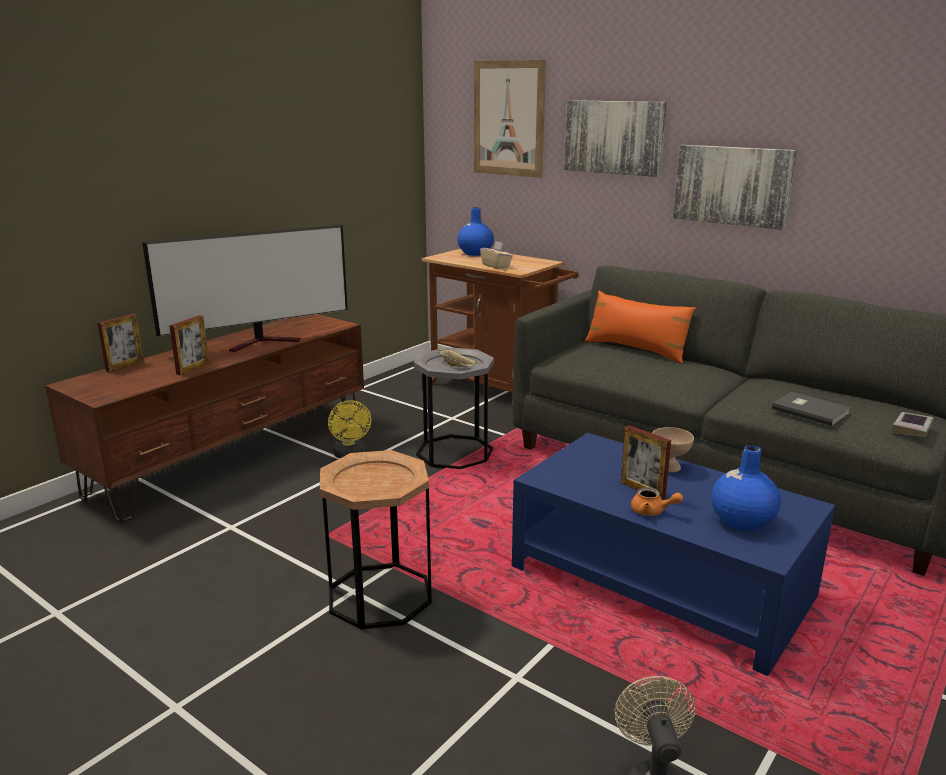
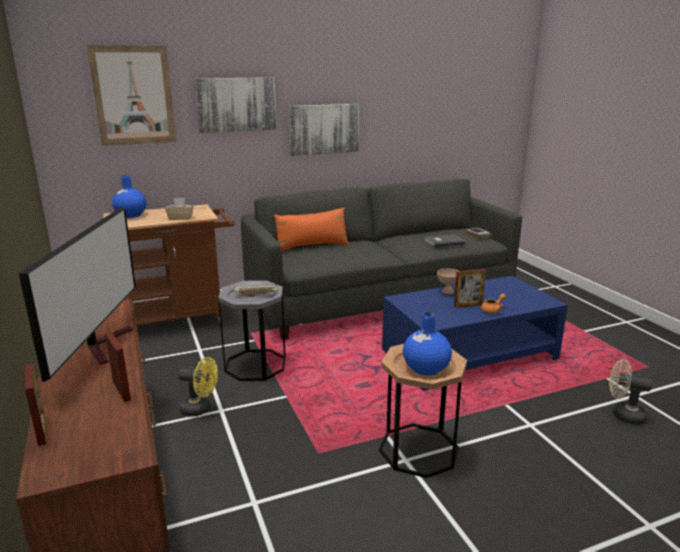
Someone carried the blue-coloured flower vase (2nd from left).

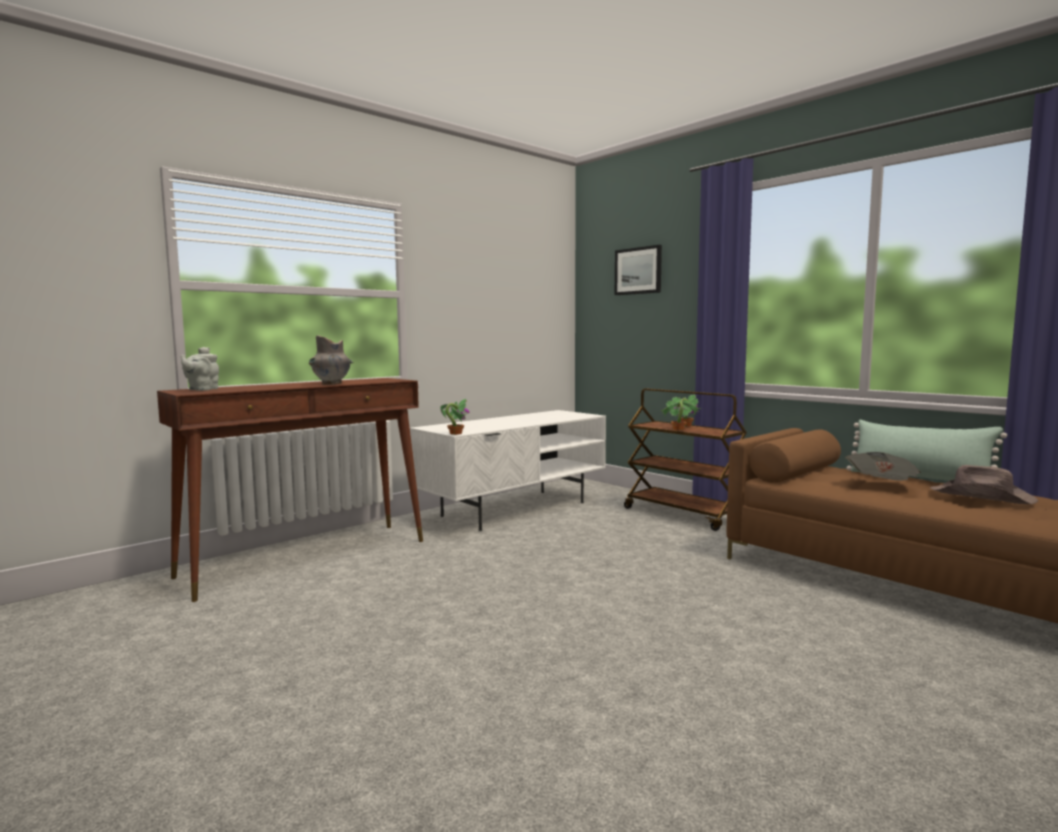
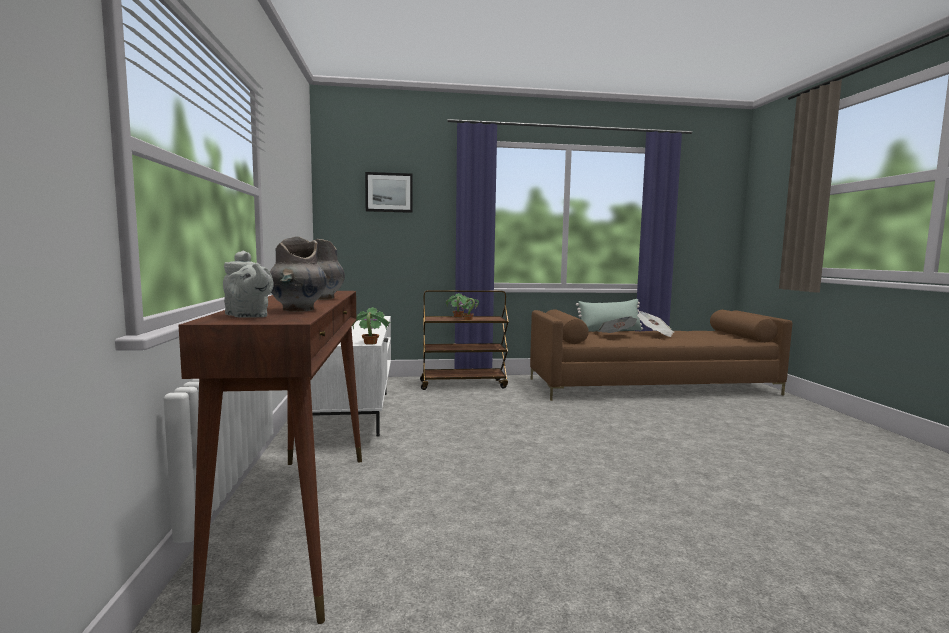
Someone swapped the brownish wearable hat for the daily paper (2nd from left). Someone put down the greyish flower vase (1st from left).

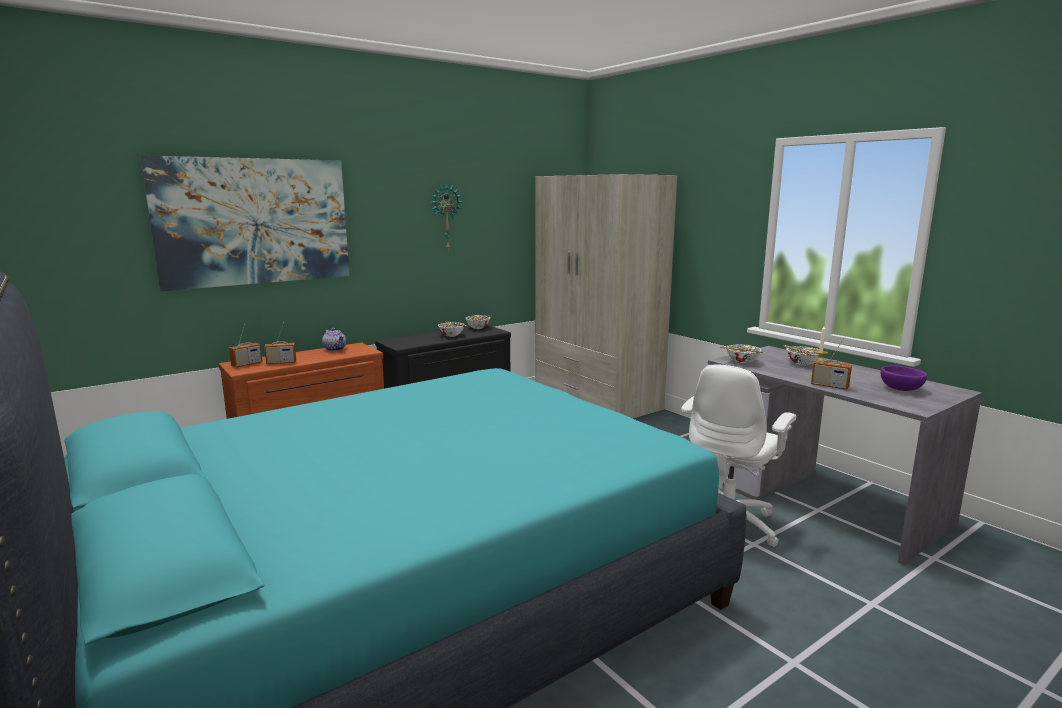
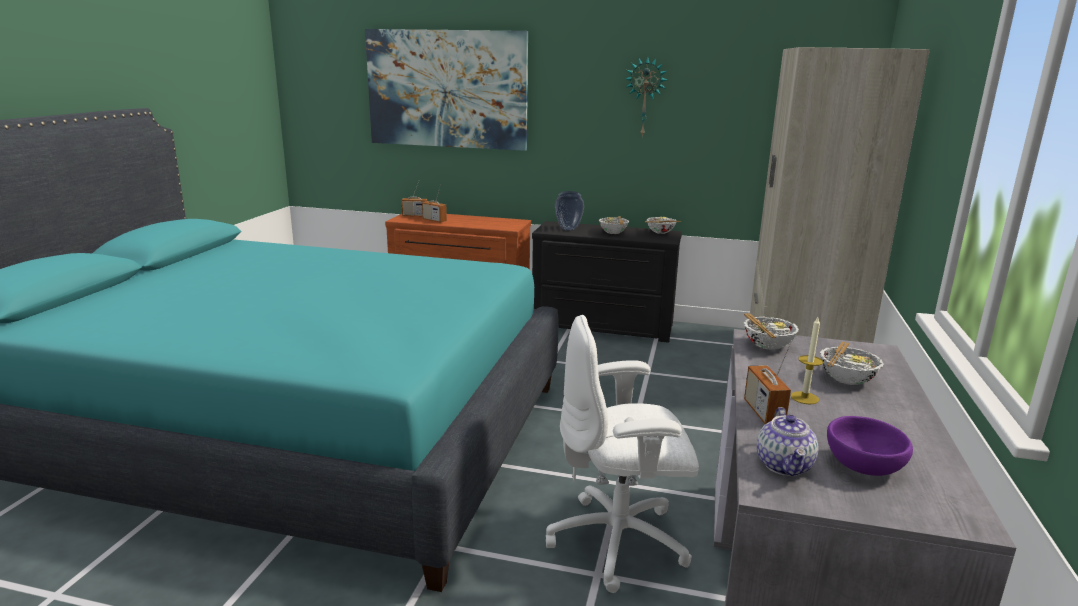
Someone carried the tea pot. Someone put down the flower vase.

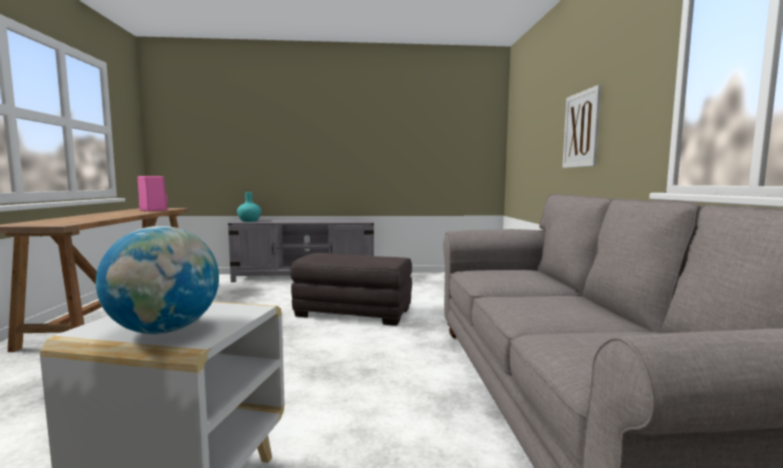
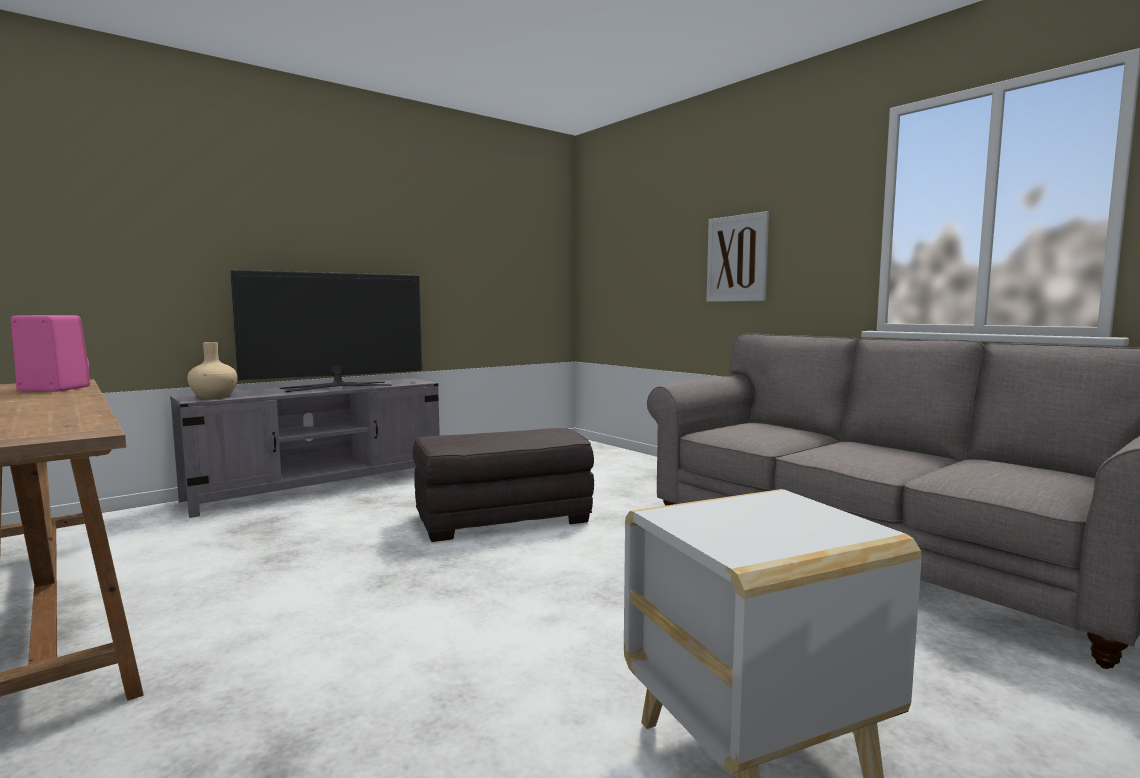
Someone repainted the turquoise-coloured flower vase, which became the beige flower vase. Someone took away the world globe. Someone put down the television.

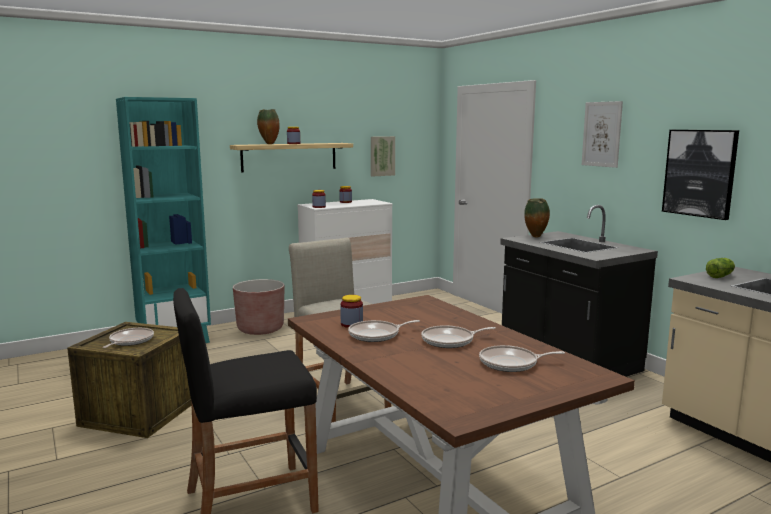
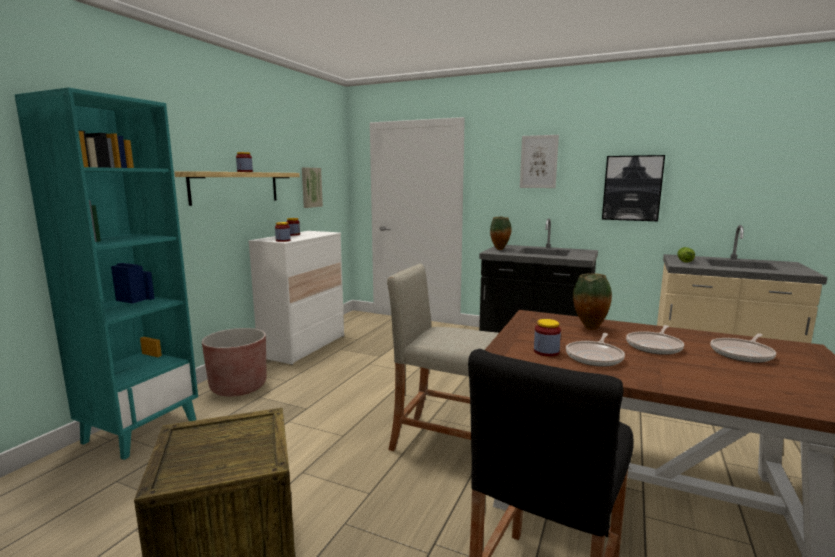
Someone carried the flower vase (1st from left in the first image). Someone took away the skillet (1st from left).

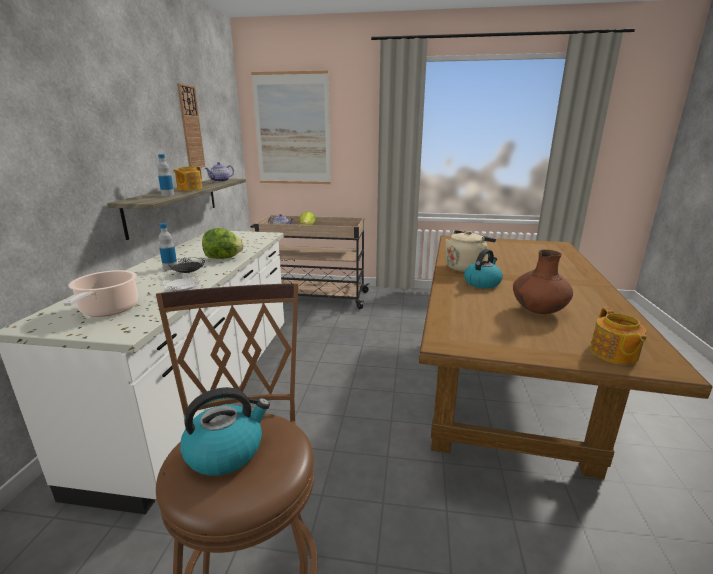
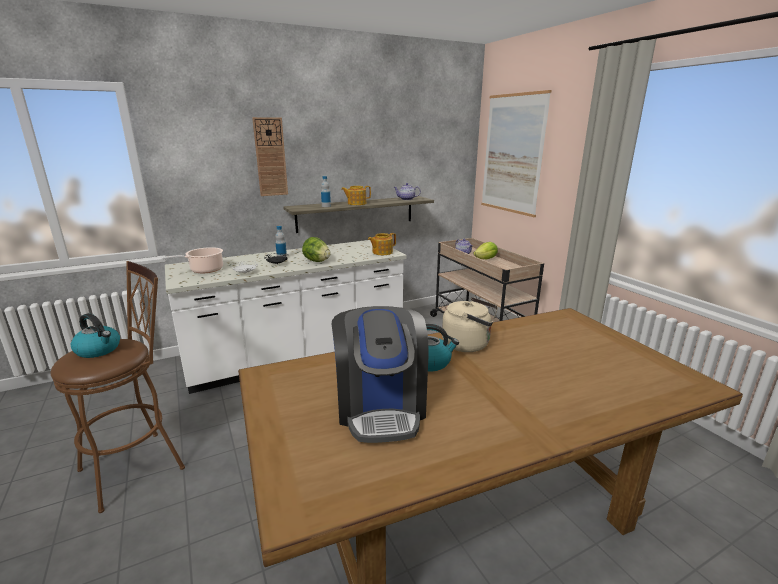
Someone carried the hanging clock. Someone swapped the brownish flower vase for the coffee brewer. Someone carried the tea pot (4th from left in the first image).

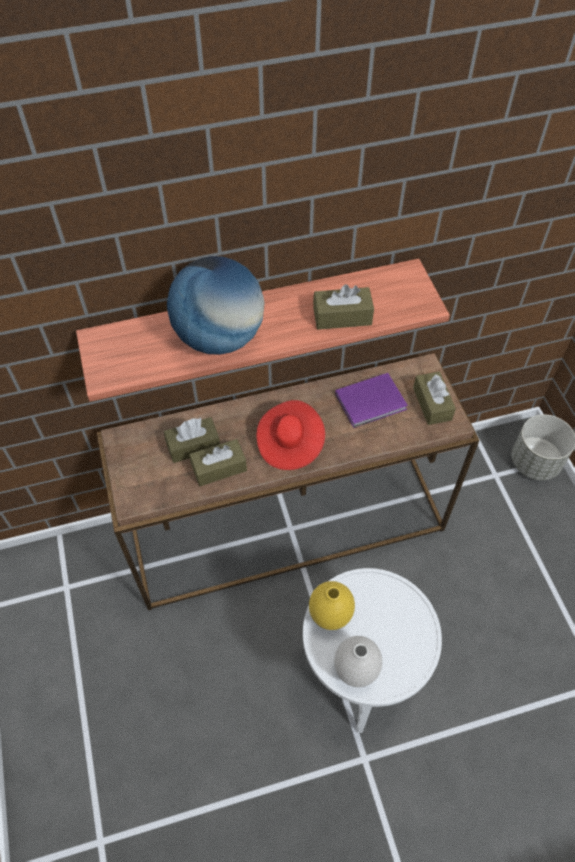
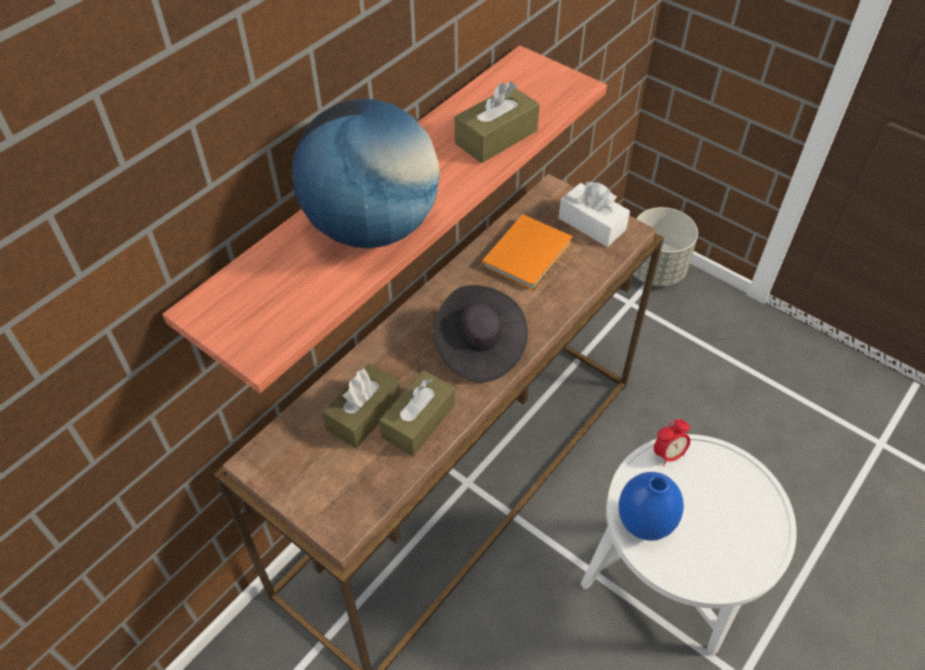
Someone repainted the brownish tissue holder (4th from left), which became the white-coloured tissue holder. Someone repainted the purple-coloured volume, which became the orangey volume. Someone repainted the red-coloured wearable hat, which became the black-coloured wearable hat. Someone repainted the yellow-coloured flower vase, which became the blue-coloured flower vase. Someone took away the white-coloured flower vase. Someone put down the table clock.

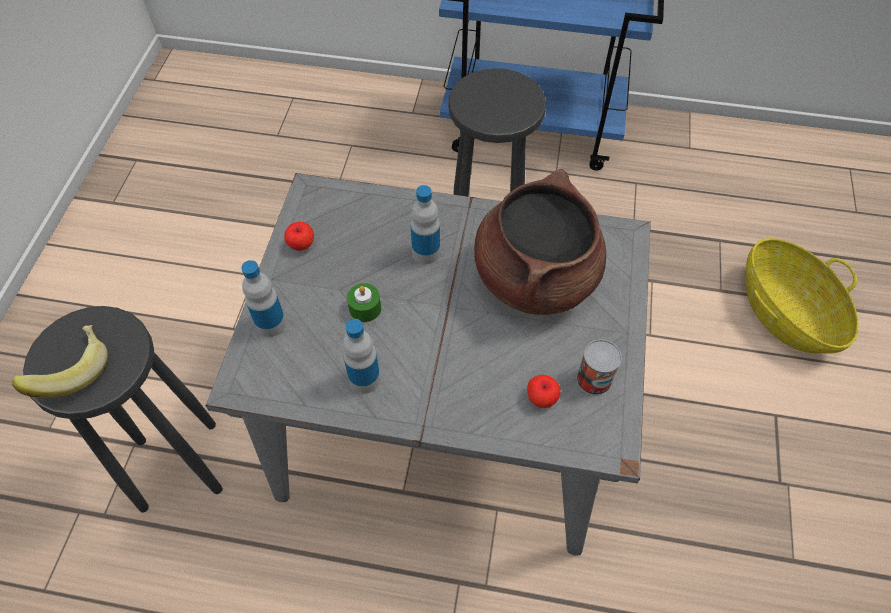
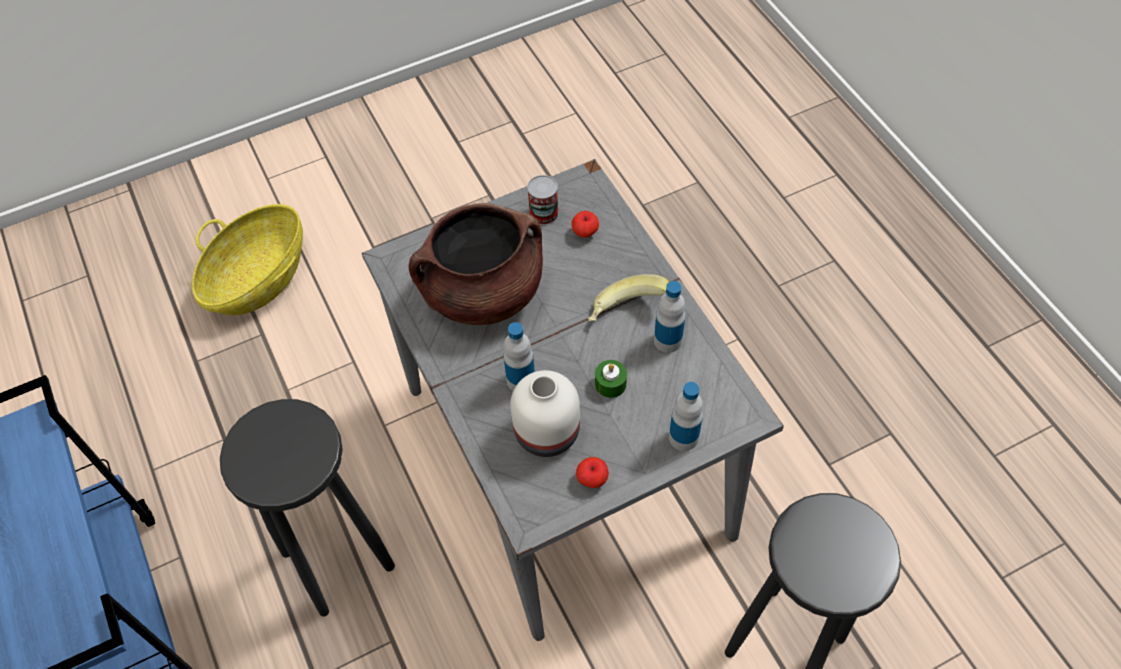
Someone carried the banana fruit. Someone put down the white-coloured flower vase.

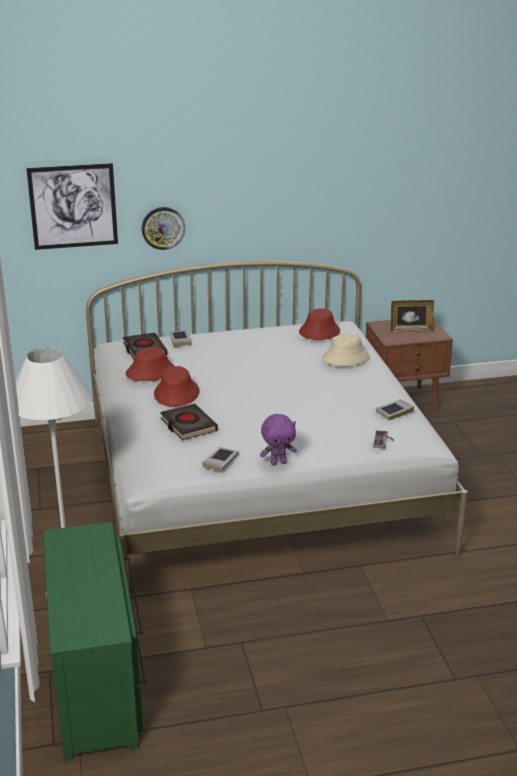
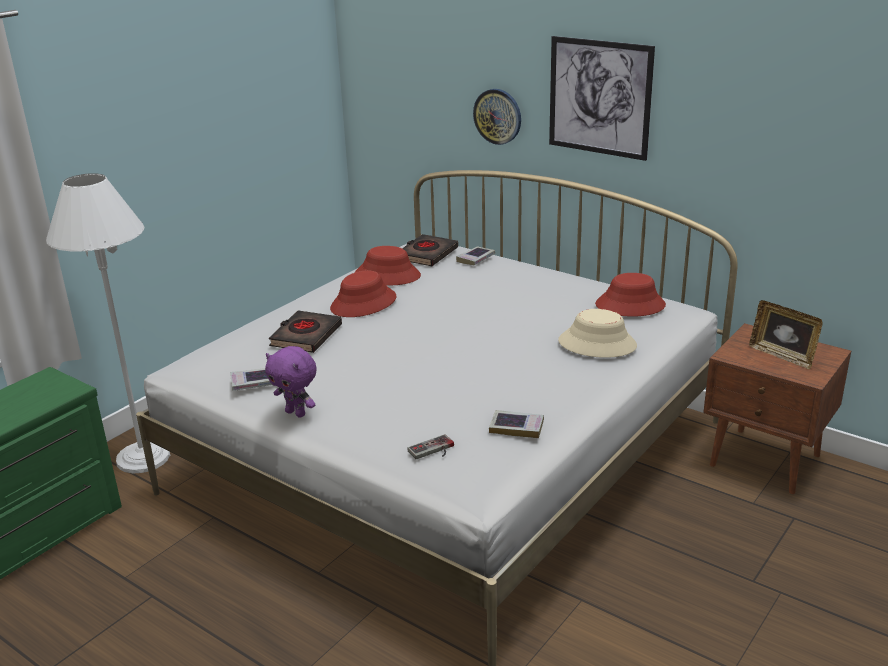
Someone carried the wall picture.

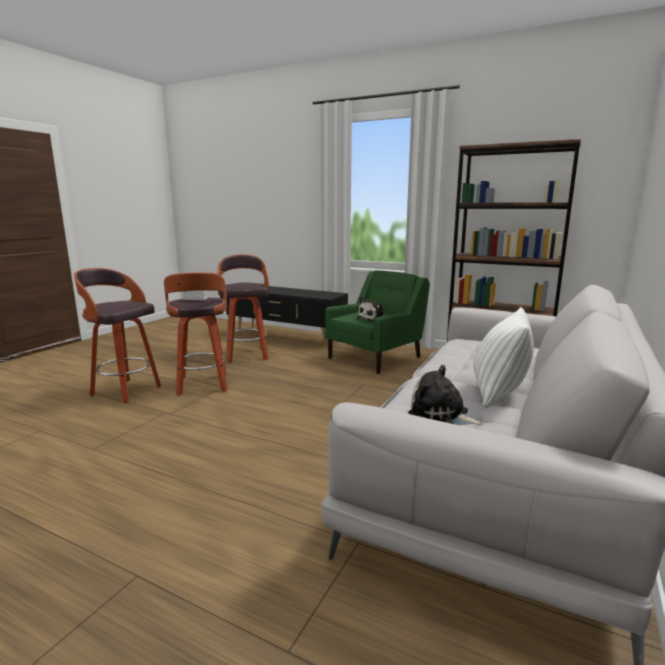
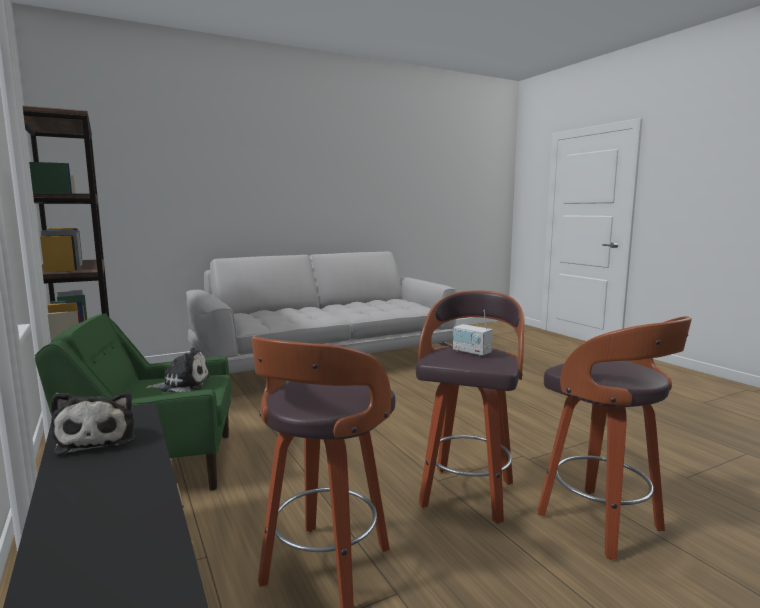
Someone took away the white-coloured throw pillow. Someone carried the cuddly toy (2nd from left in the first image).

